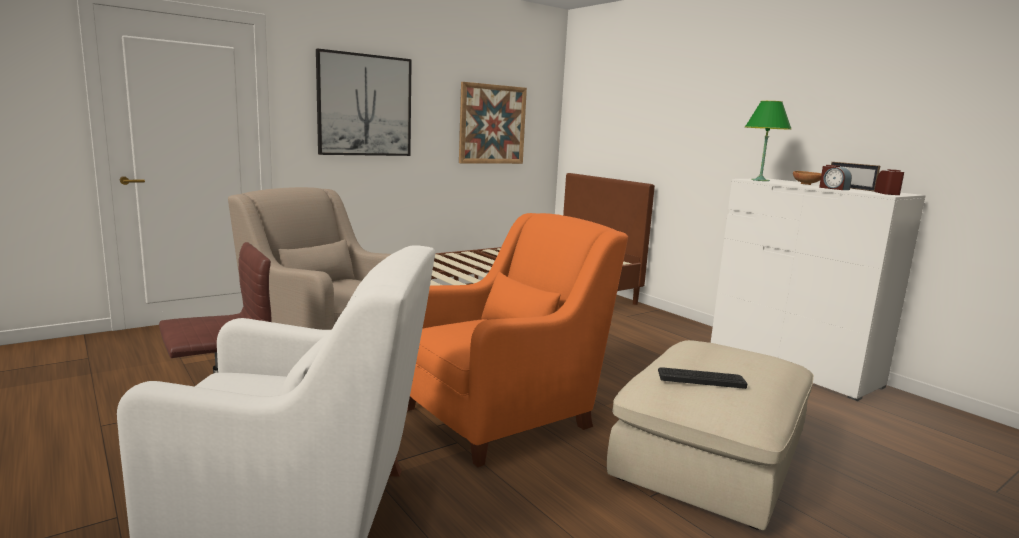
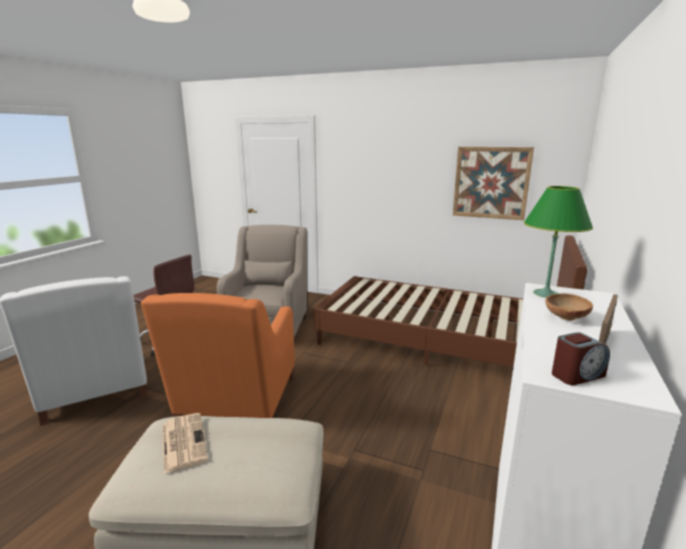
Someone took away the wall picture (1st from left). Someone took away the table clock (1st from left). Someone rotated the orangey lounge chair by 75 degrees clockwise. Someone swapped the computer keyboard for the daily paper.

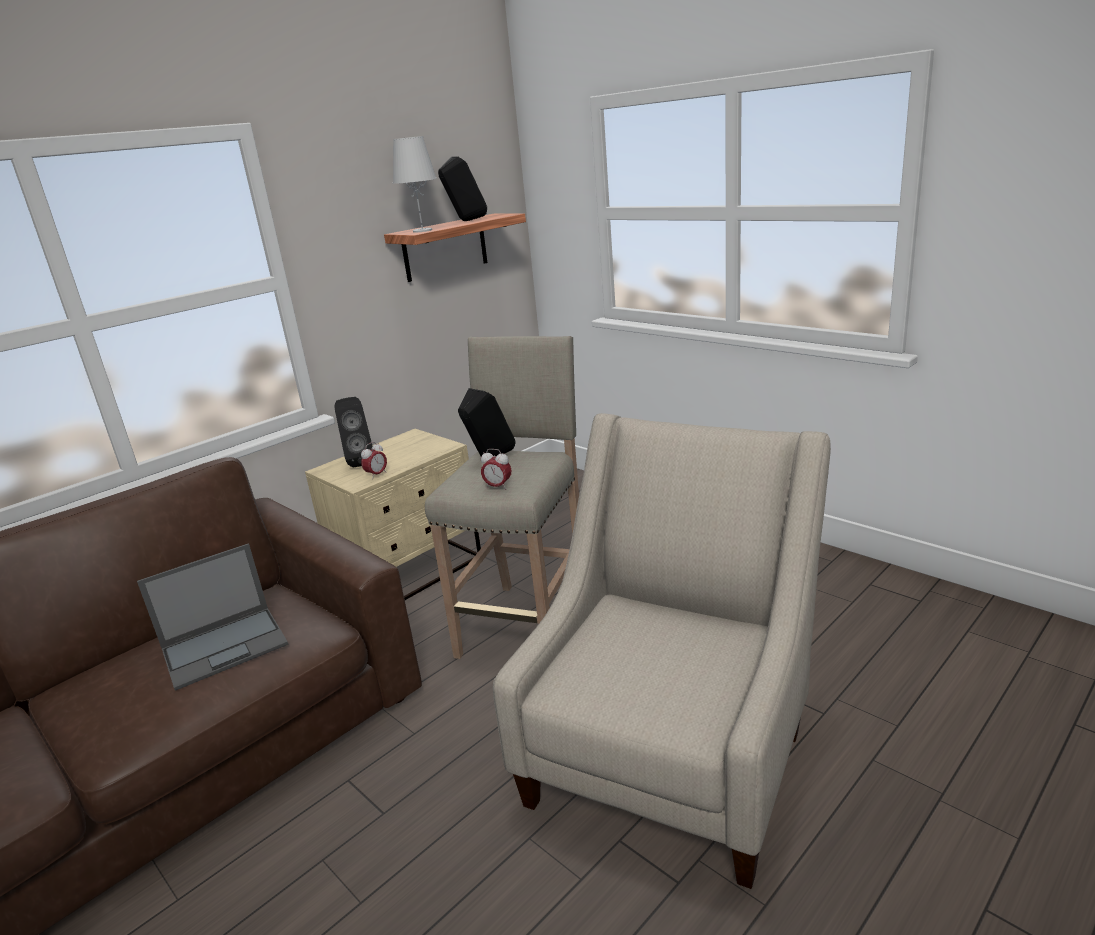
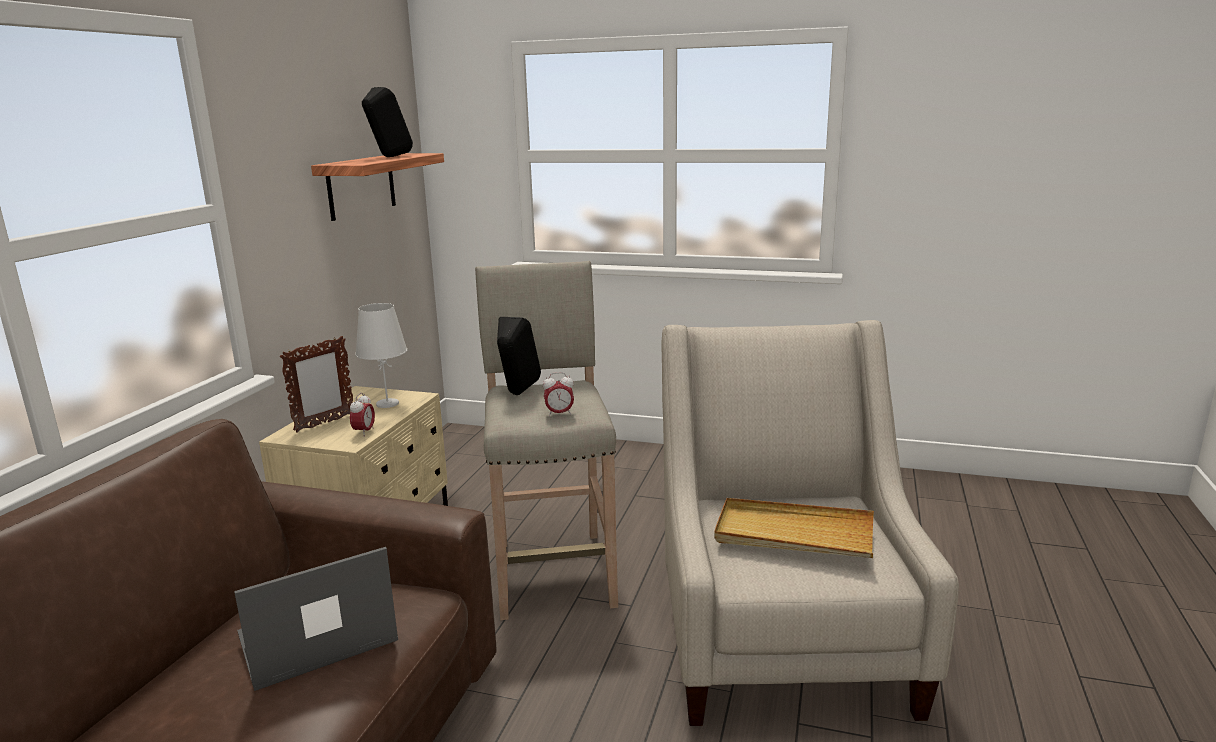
Someone carried the white-coloured lamp for a table. Someone swapped the black-coloured loudspeaker (1st from left) for the photo frame. Someone rotated the portable computer by 150 degrees counterclockwise. Someone put down the beige carrying tray.

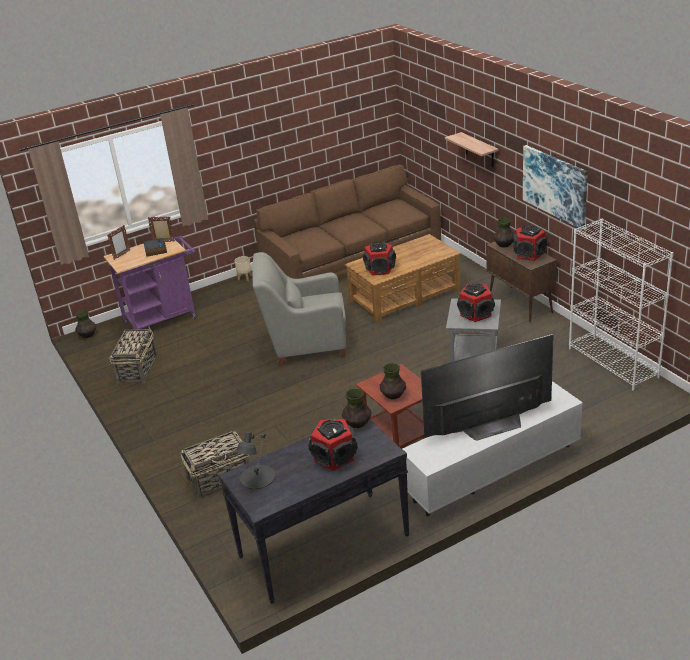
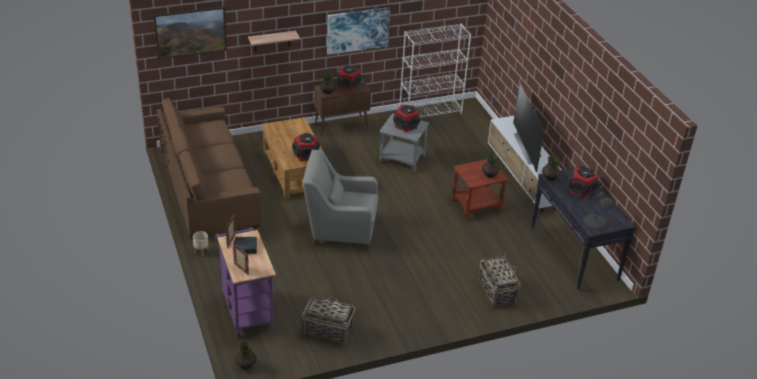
Someone rotated the greyish lounge chair by 90 degrees clockwise. Someone put up the wall picture (1st from left).

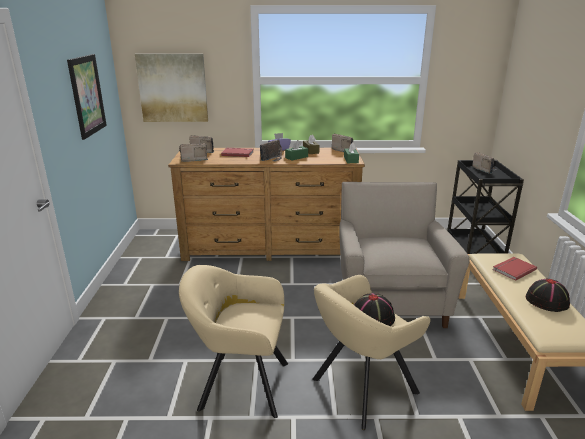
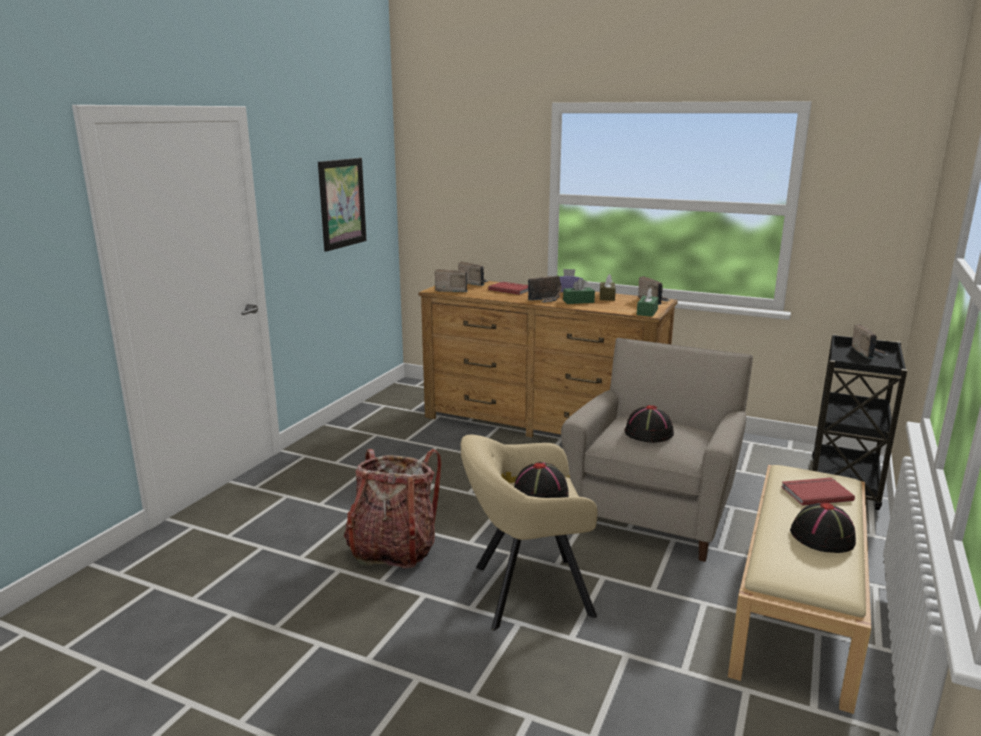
Someone took away the wall picture (2nd from left). Someone swapped the beige lounge chair (1st from left) for the knapsack. Someone put down the black-coloured wearable hat (2nd from left).

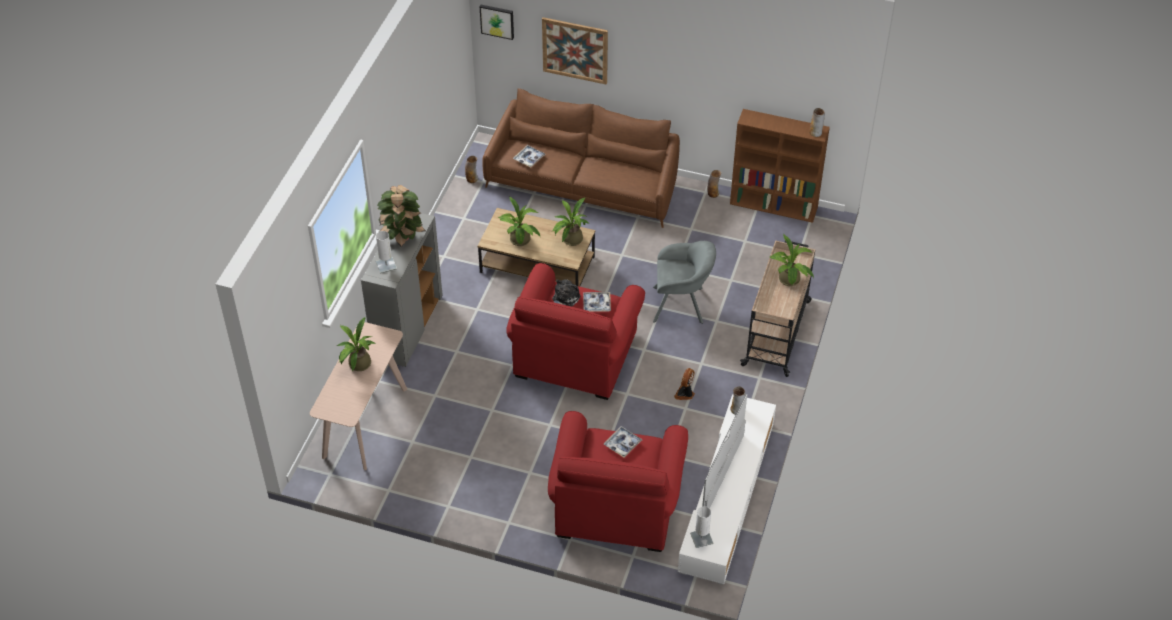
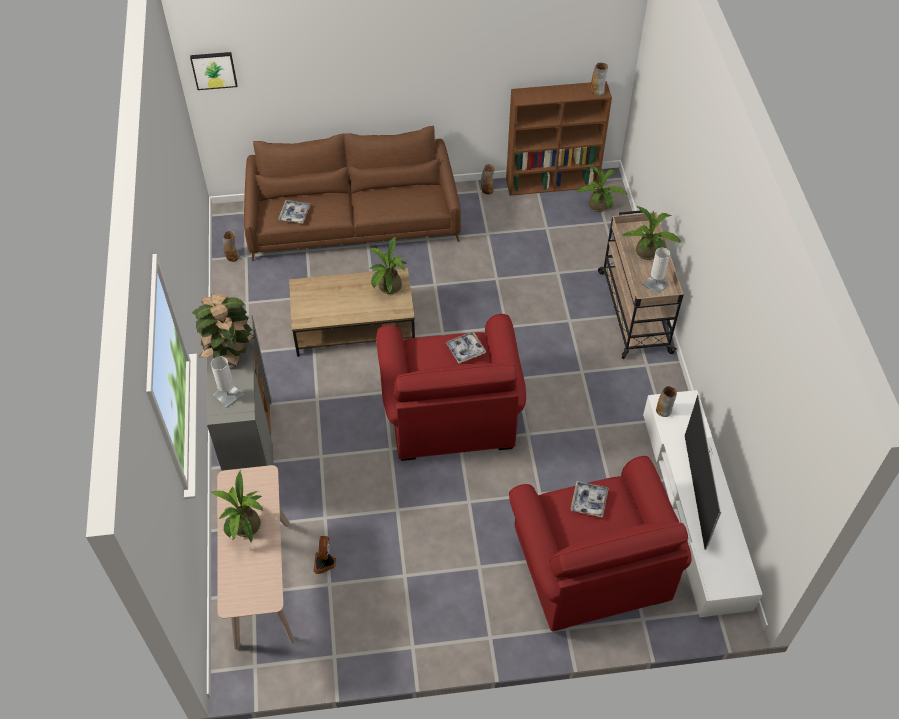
Someone took away the wall picture (2nd from left). Someone carried the plant in a pot (3rd from left in the first image). Someone took away the greyish lounge chair. Someone took away the cuddly toy. Someone carried the fan. Someone carried the white-coloured lamp for a table (2nd from left).

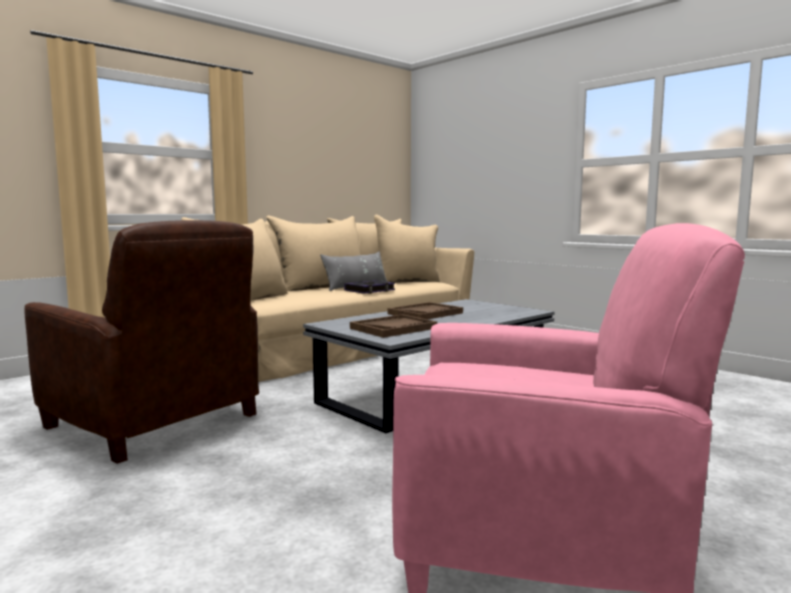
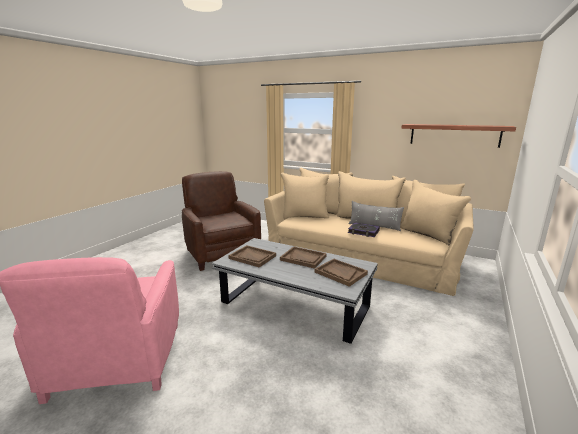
Someone rotated the brownish lounge chair by 135 degrees clockwise. Someone put up the shelf. Someone put down the brownish carrying tray (3rd from left).

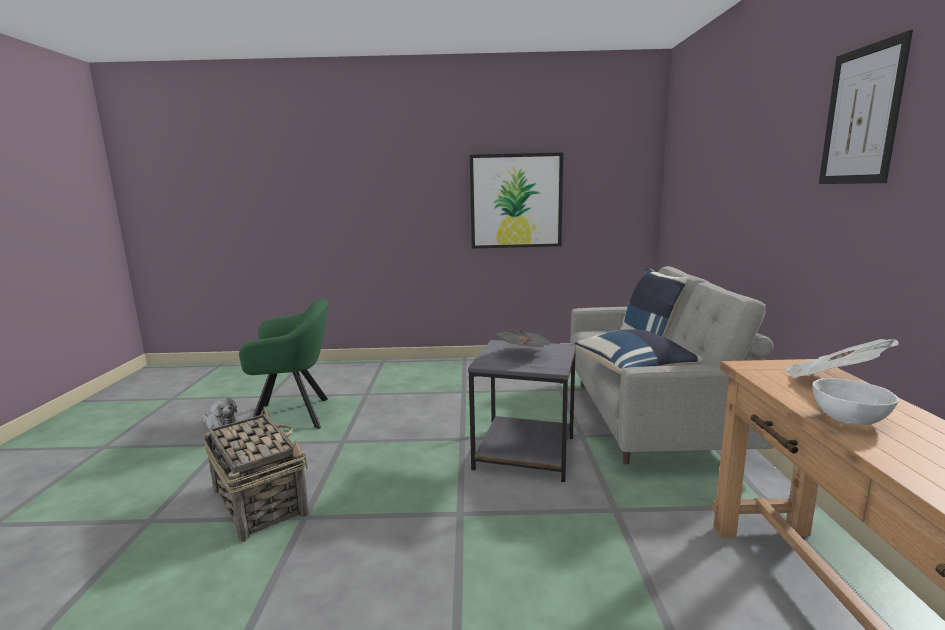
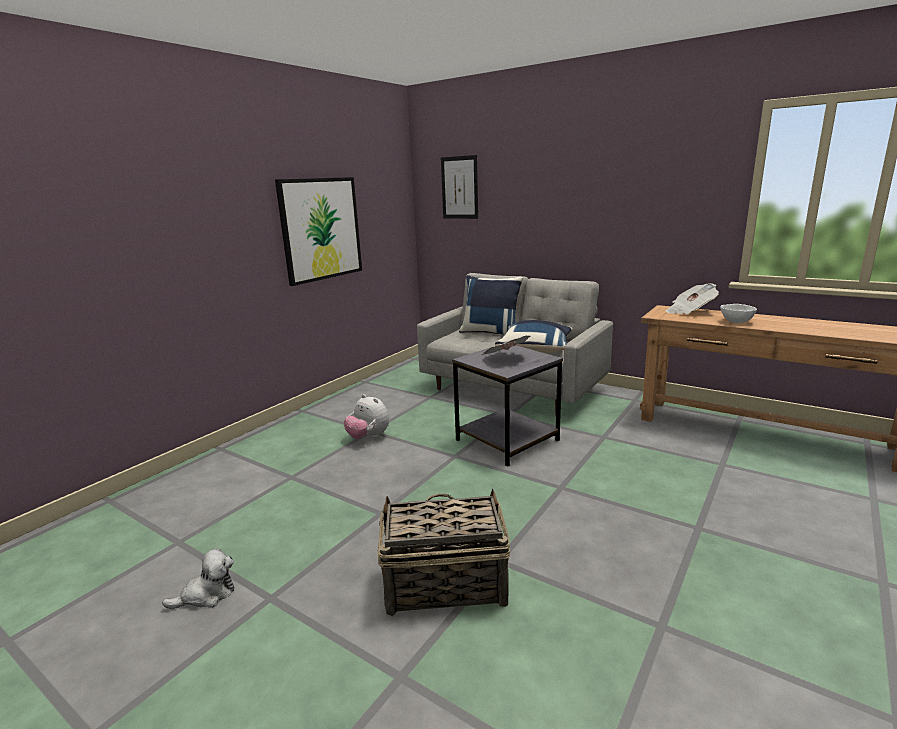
Someone carried the wall picture (2nd from left). Someone took away the greenish lounge chair. Someone put down the cuddly toy (2nd from left).

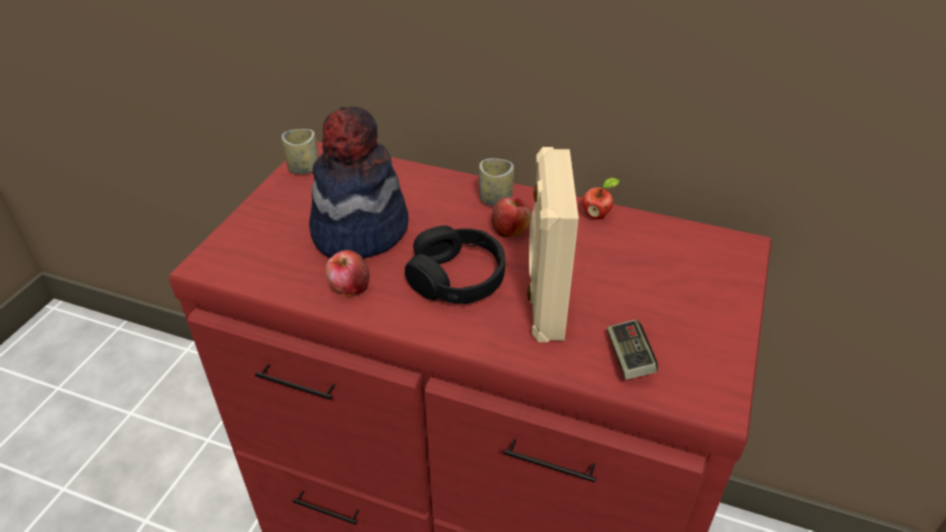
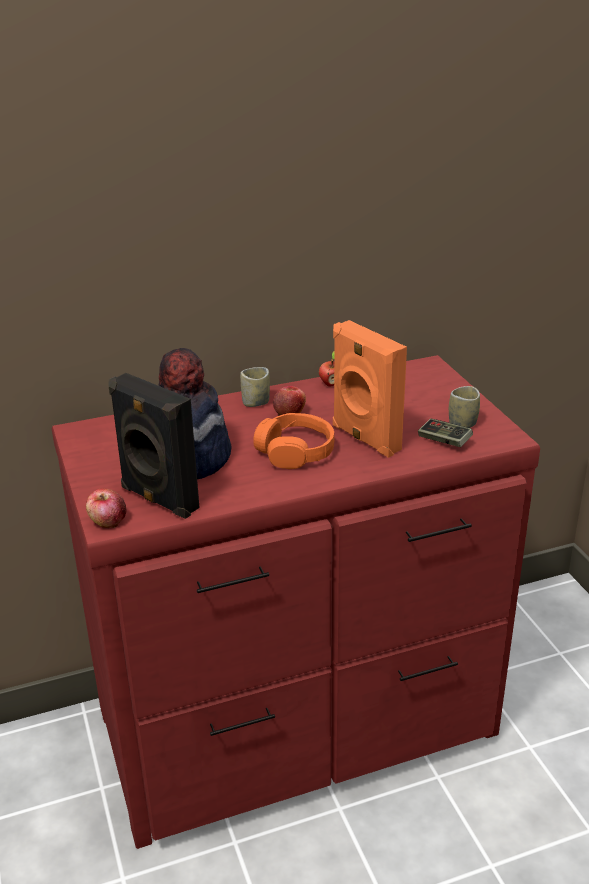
Someone carried the cup (1st from left in the first image). Someone repainted the beige loudspeaker, which became the orangey loudspeaker. Someone repainted the black-coloured headset, which became the orangey headset. Someone carried the apple (1st from left). Someone put down the black-coloured loudspeaker.

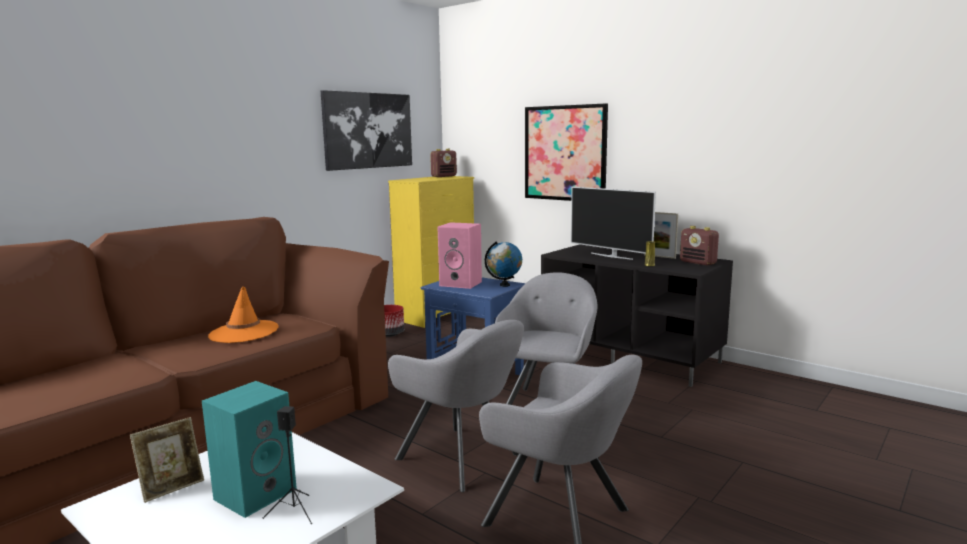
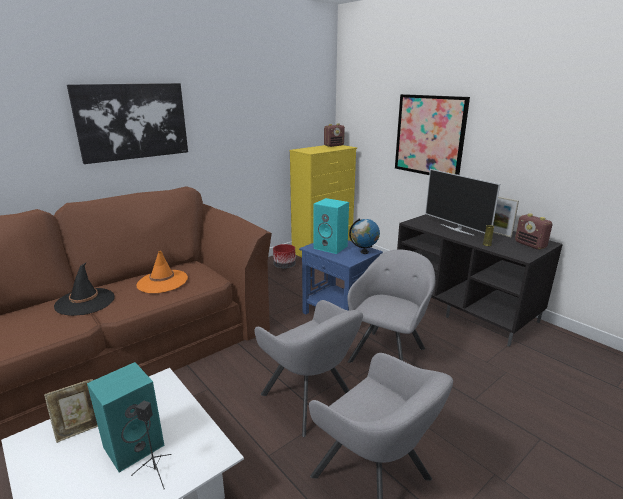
Someone carried the wall picture (1st from left). Someone repainted the pink-coloured loudspeaker, which became the turquoise-coloured loudspeaker (2nd from left). Someone put down the black-coloured wearable hat.

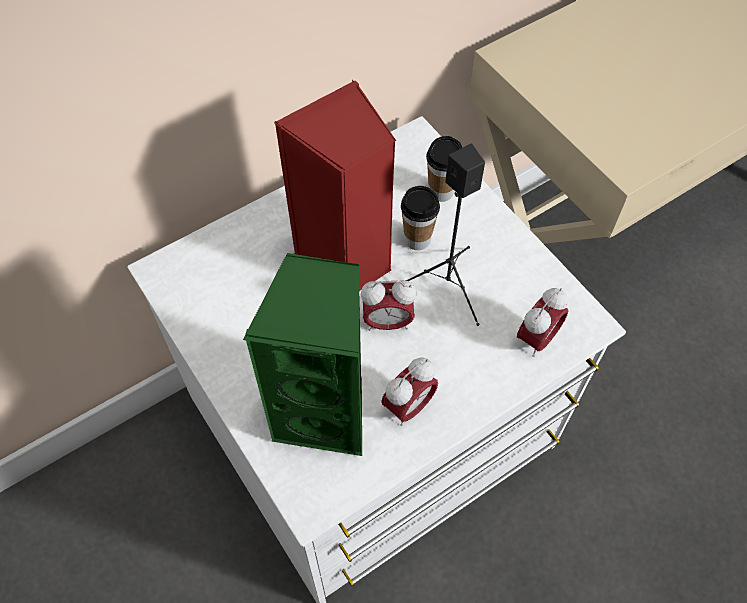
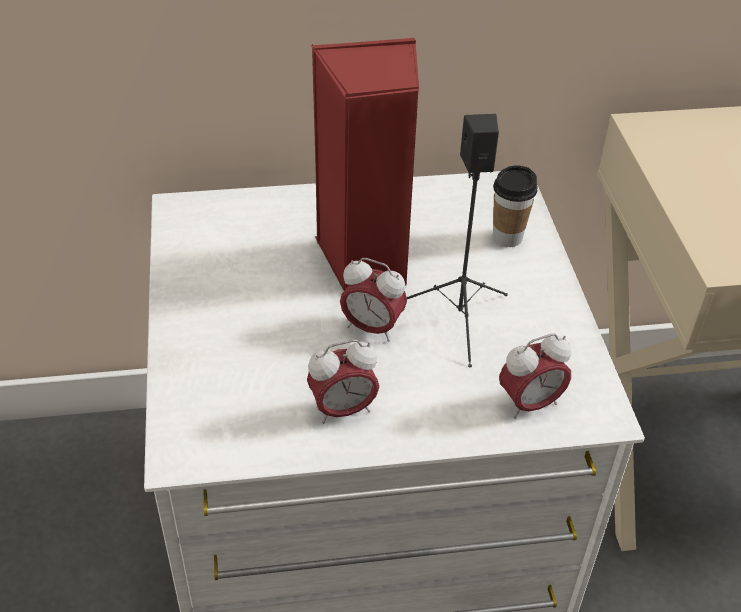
Someone took away the cup (1st from left). Someone took away the greenish loudspeaker.

